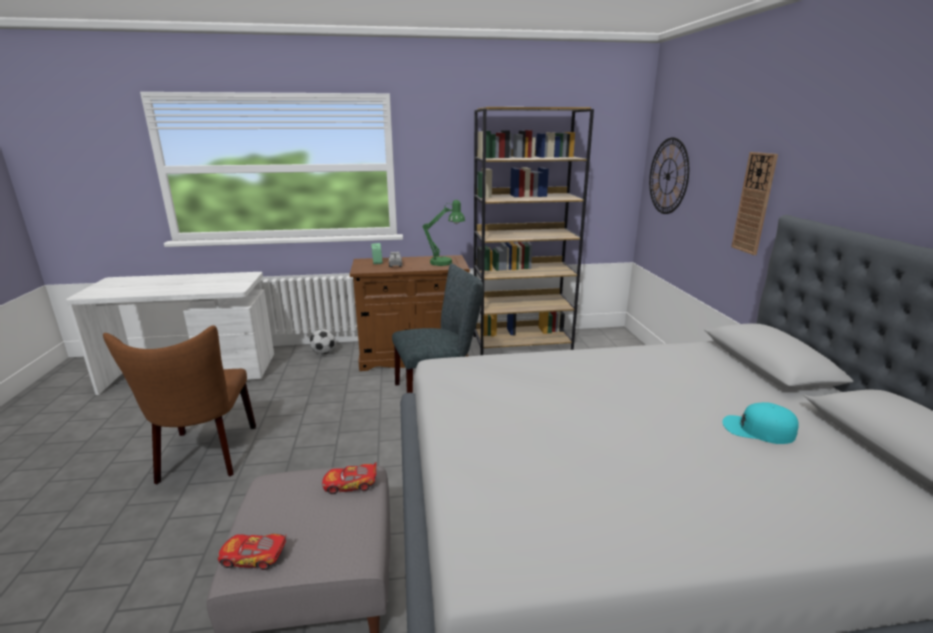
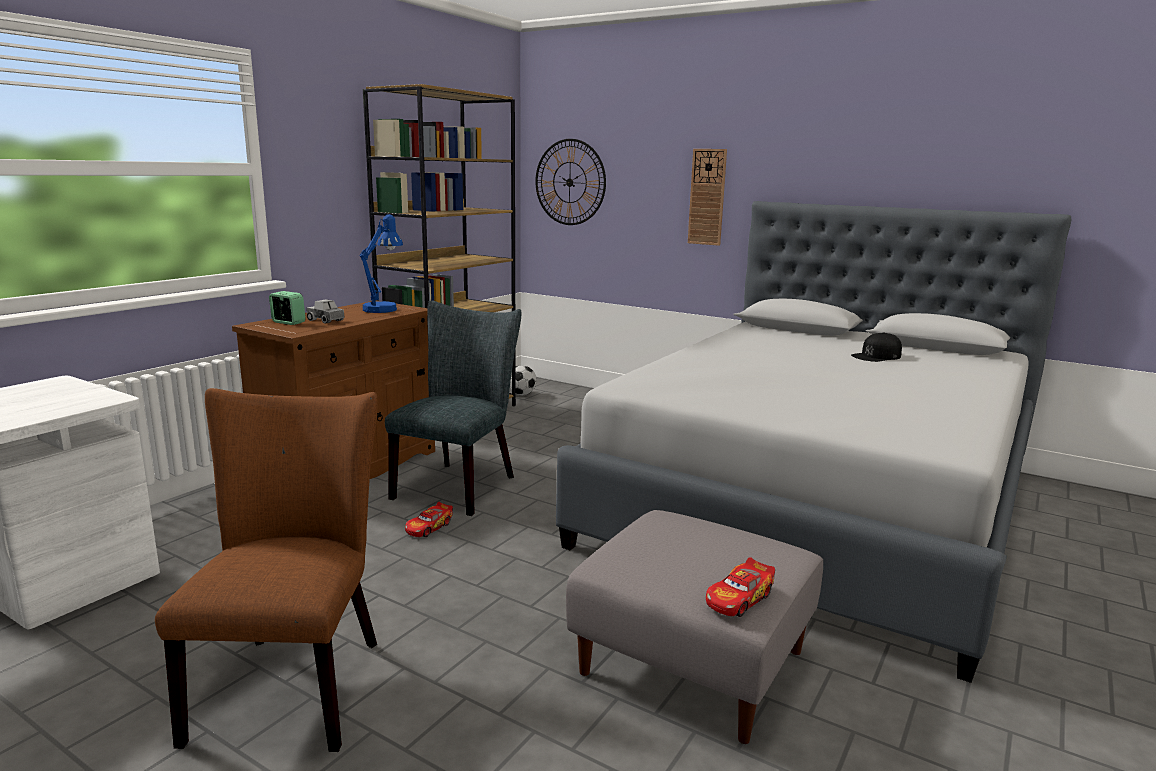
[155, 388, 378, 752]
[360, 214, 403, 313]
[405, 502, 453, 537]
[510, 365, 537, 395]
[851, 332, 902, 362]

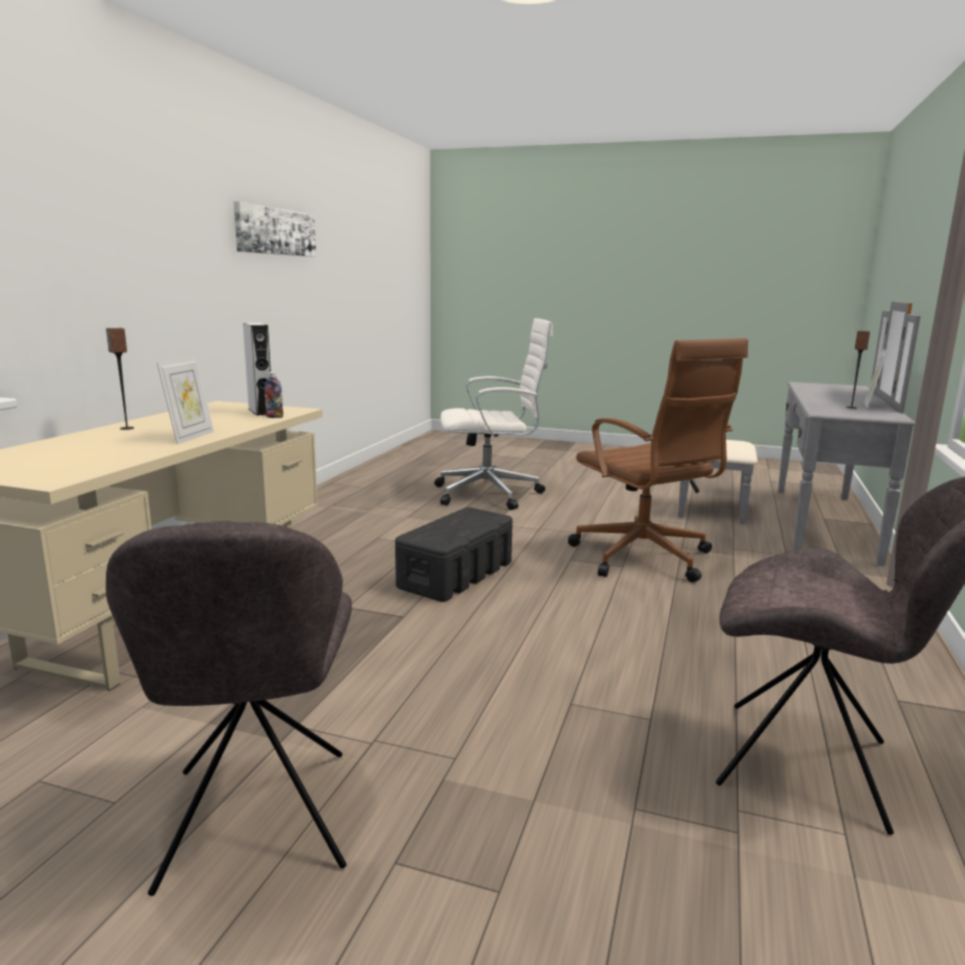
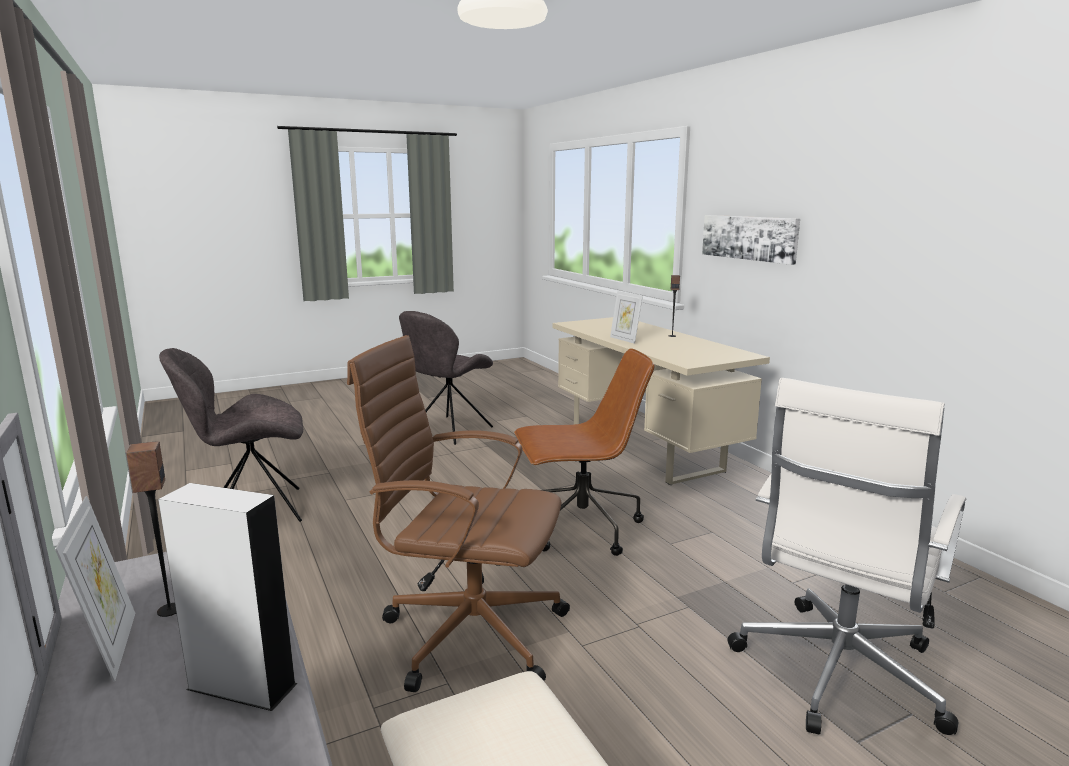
[158, 483, 298, 711]
[399, 311, 493, 445]
[514, 348, 655, 556]
[702, 215, 800, 265]
[264, 372, 283, 418] (first image)

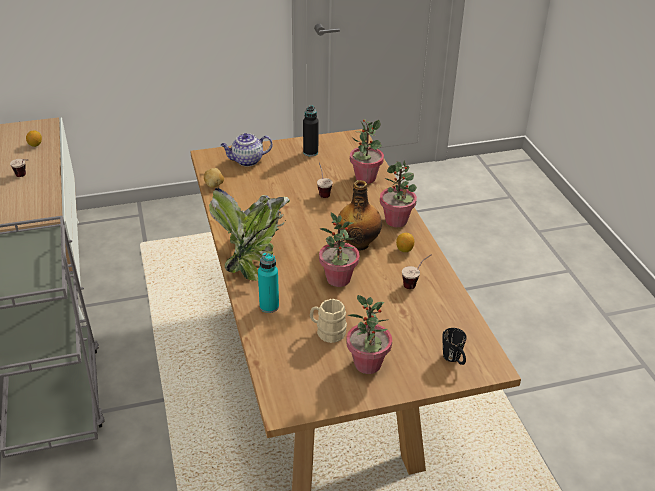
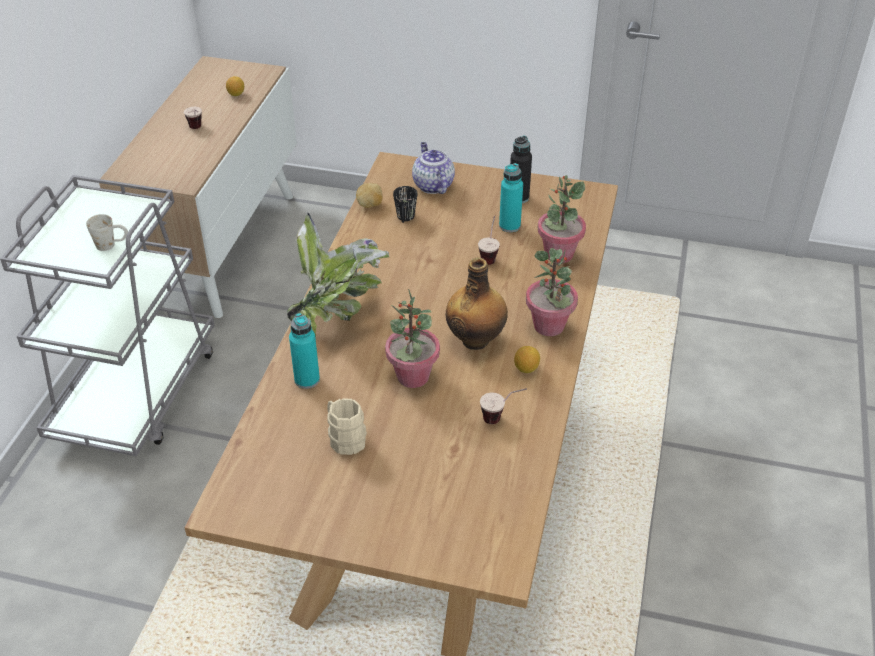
[86, 214, 128, 251]
[393, 186, 417, 223]
[412, 142, 455, 194]
[499, 163, 523, 232]
[346, 295, 392, 374] (first image)

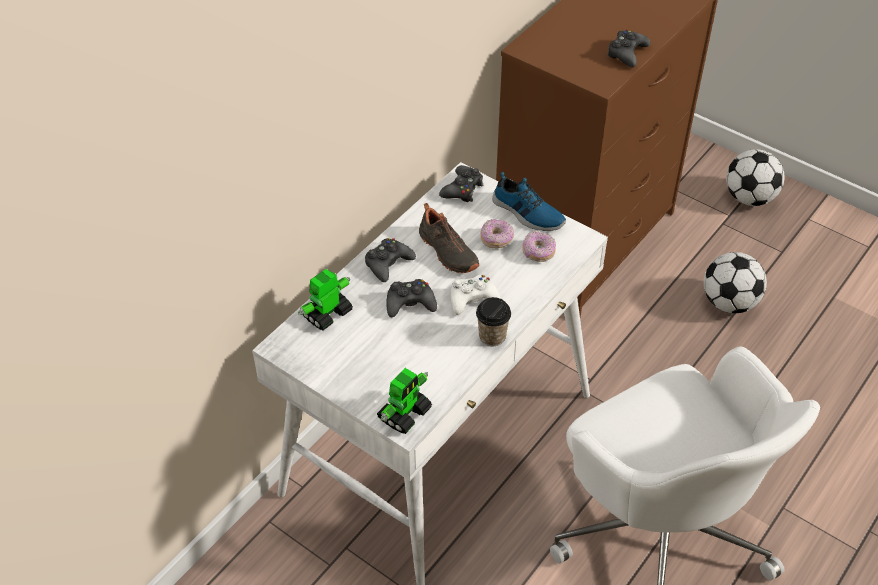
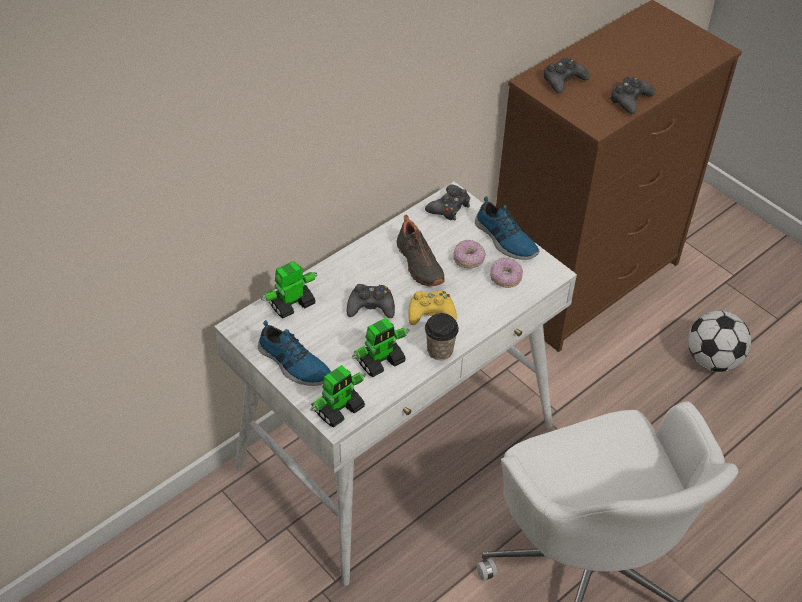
[258, 320, 331, 386]
[352, 318, 410, 377]
[408, 290, 457, 325]
[544, 57, 590, 93]
[726, 149, 785, 206] (first image)

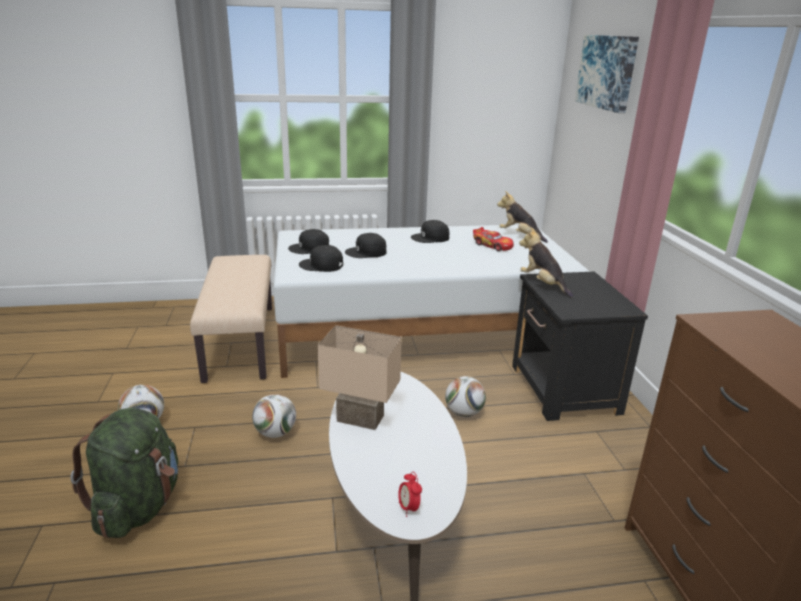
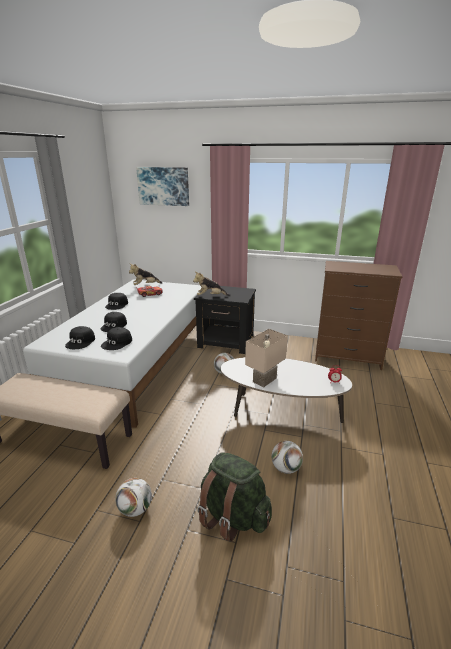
[271, 441, 303, 474]

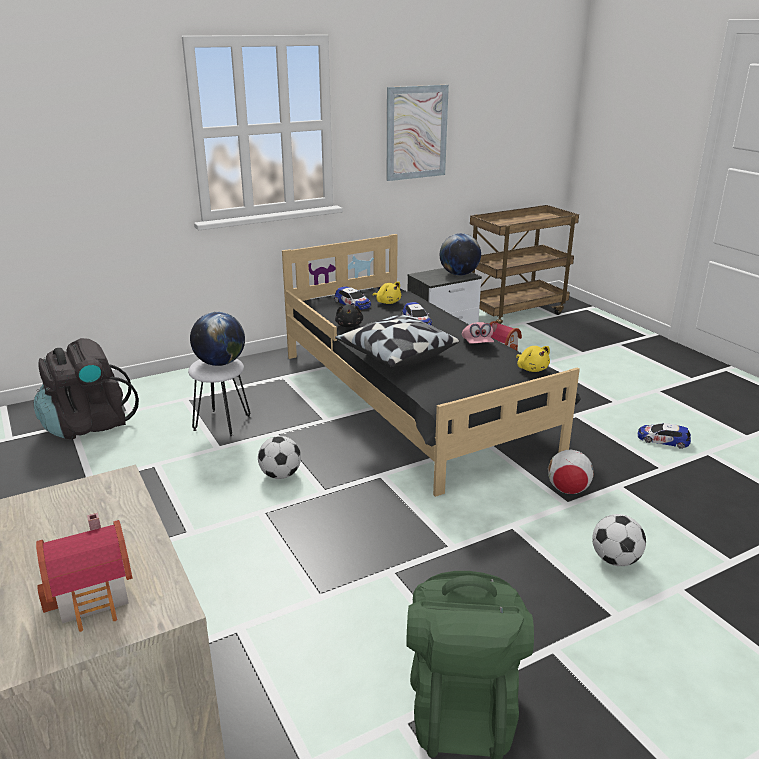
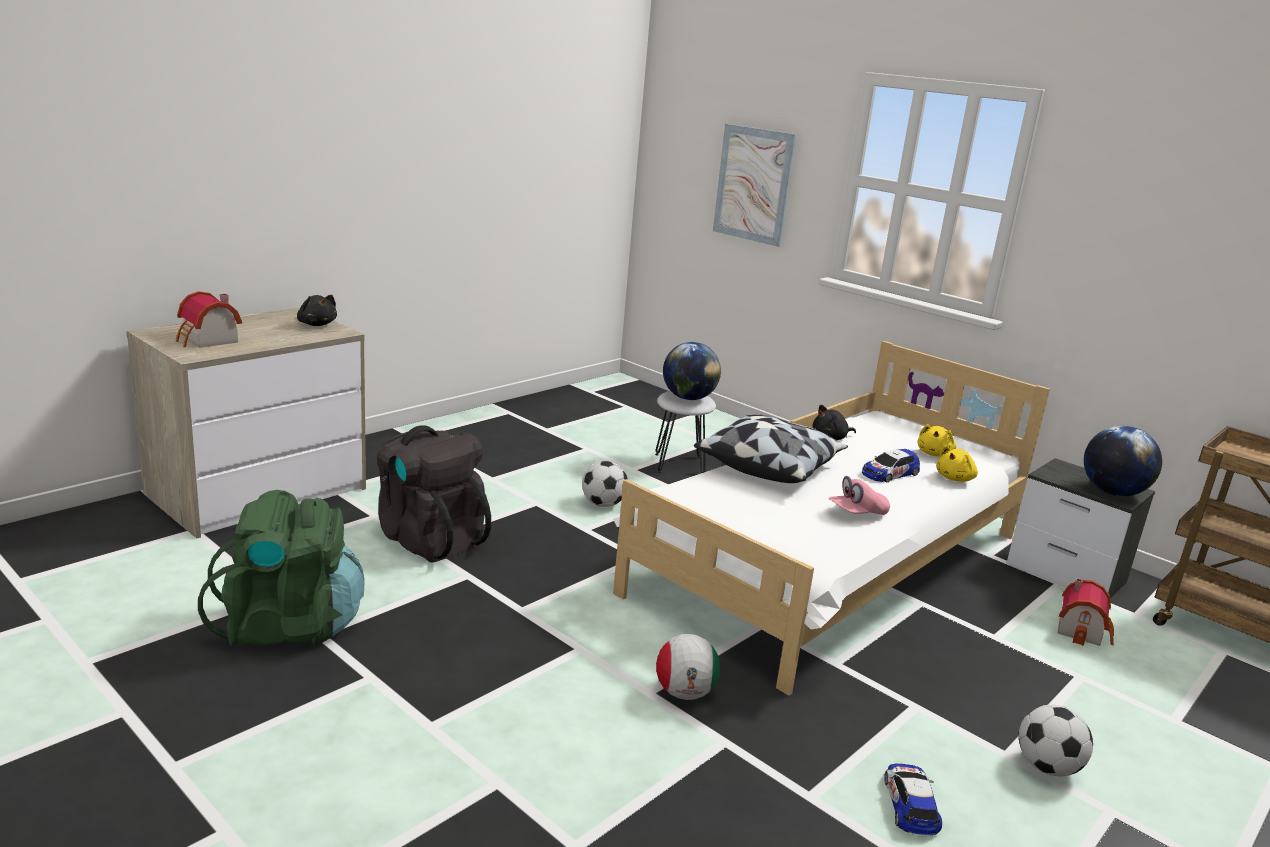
[297, 295, 337, 326]
[377, 425, 491, 563]
[613, 341, 1050, 696]
[713, 124, 797, 247]
[936, 445, 978, 482]
[1019, 705, 1093, 776]
[334, 286, 371, 310] (first image)

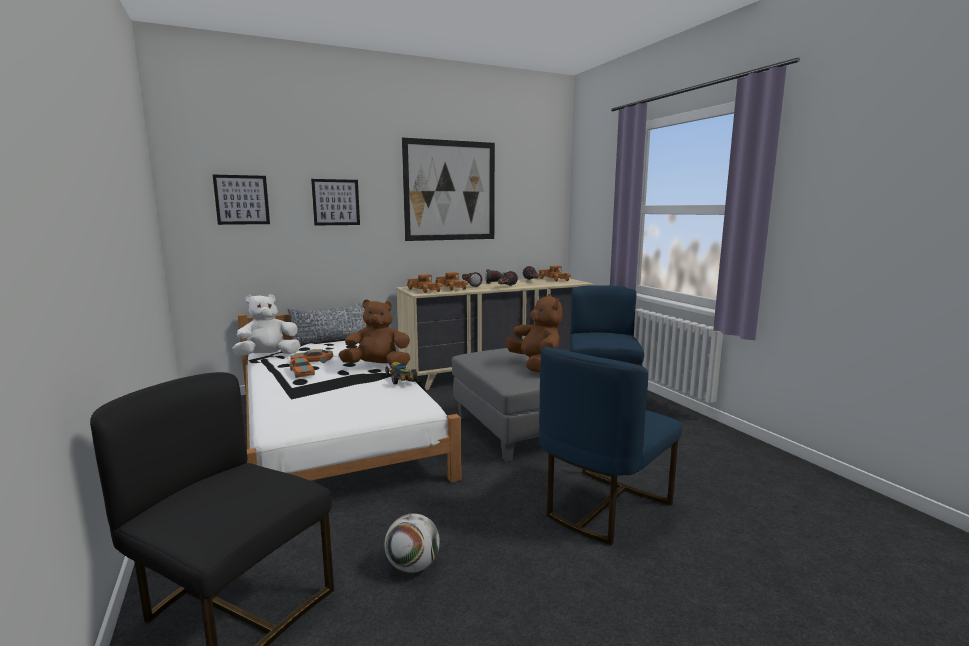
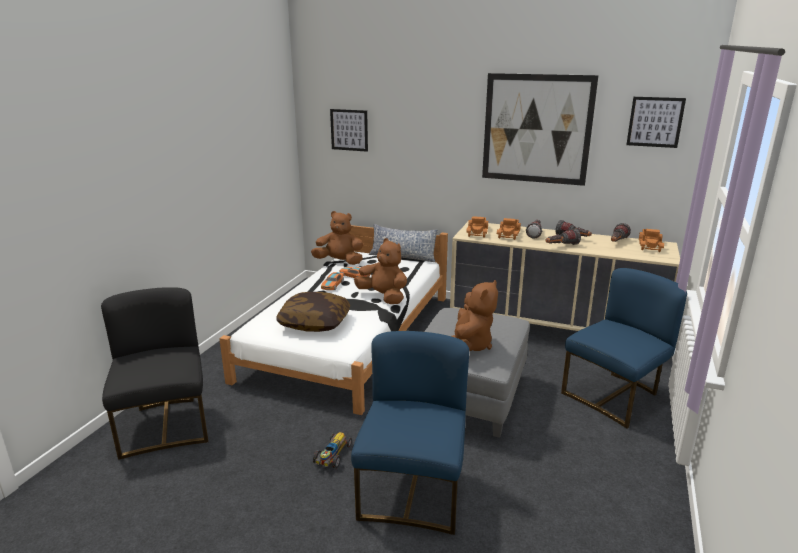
[276, 292, 350, 332]
[311, 211, 363, 265]
[313, 432, 352, 469]
[351, 331, 469, 535]
[626, 97, 686, 148]
[384, 513, 440, 573] (first image)

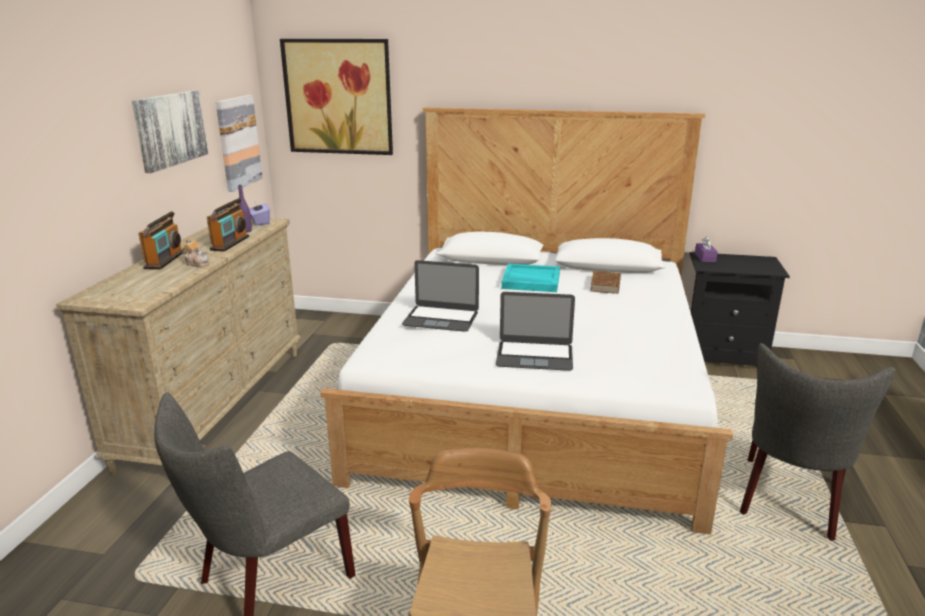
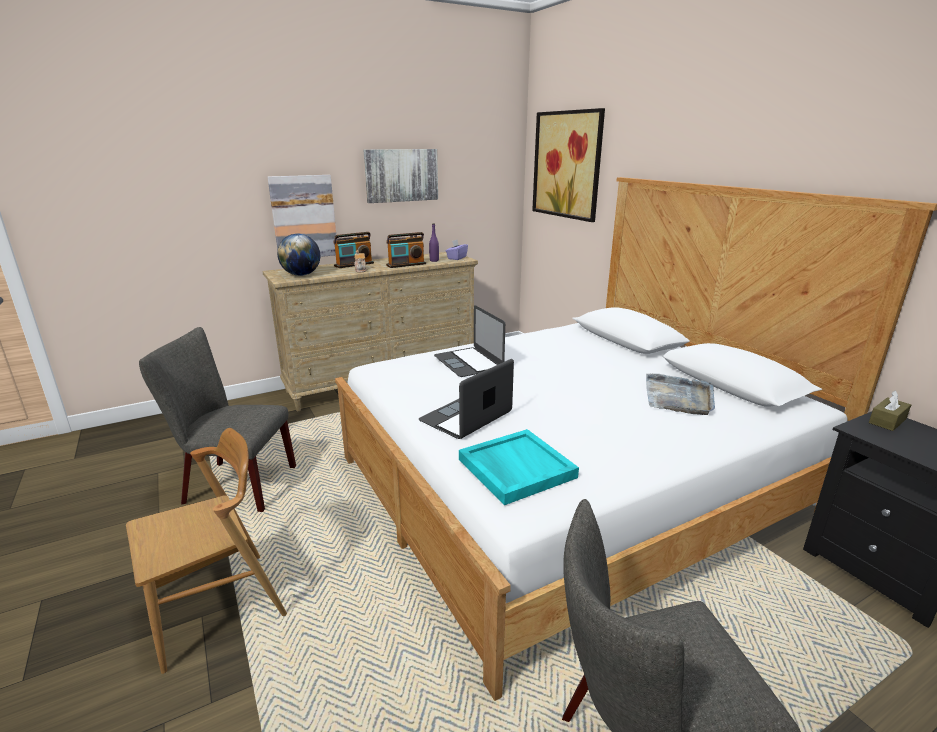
[268, 175, 337, 257]
[277, 234, 320, 276]
[419, 359, 514, 439]
[459, 429, 579, 505]
[646, 374, 715, 415]
[869, 390, 911, 431]

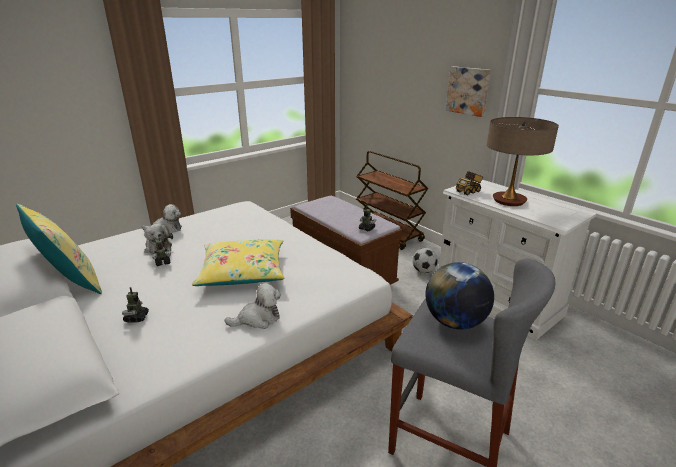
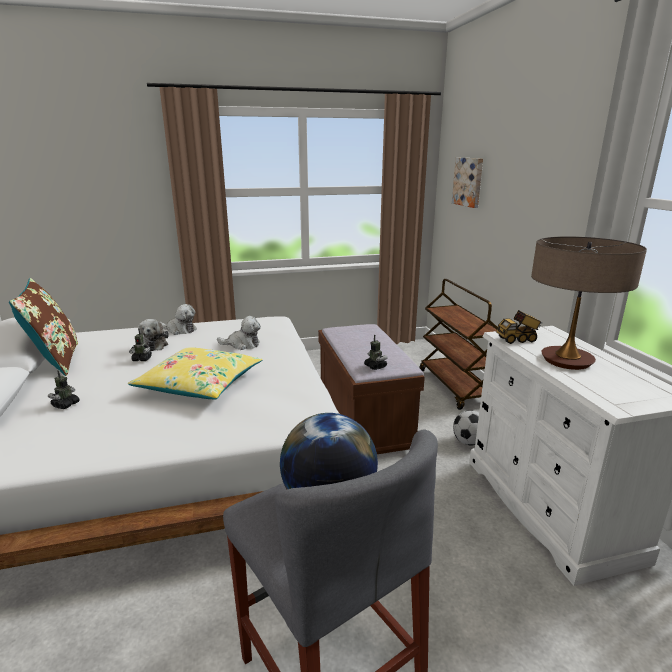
[9, 278, 78, 376]
[217, 316, 261, 350]
[452, 158, 483, 208]

